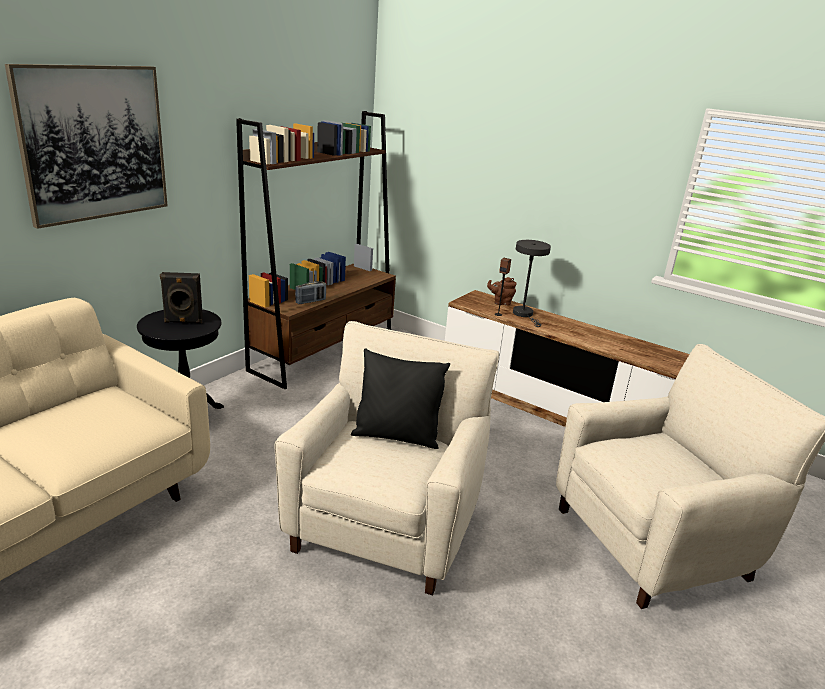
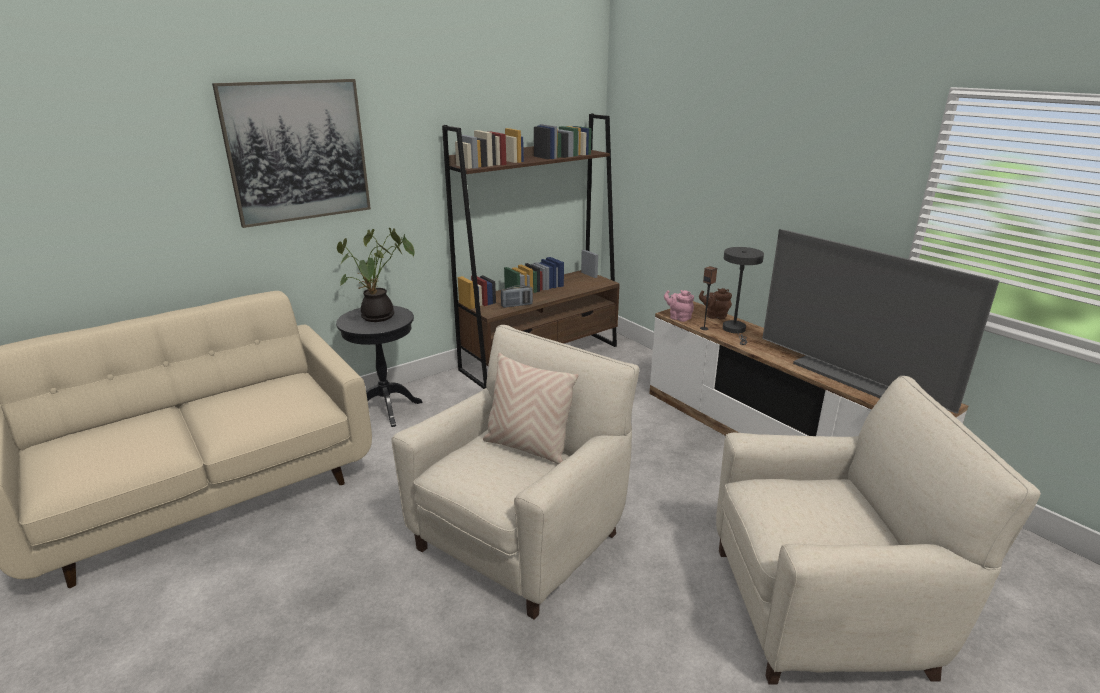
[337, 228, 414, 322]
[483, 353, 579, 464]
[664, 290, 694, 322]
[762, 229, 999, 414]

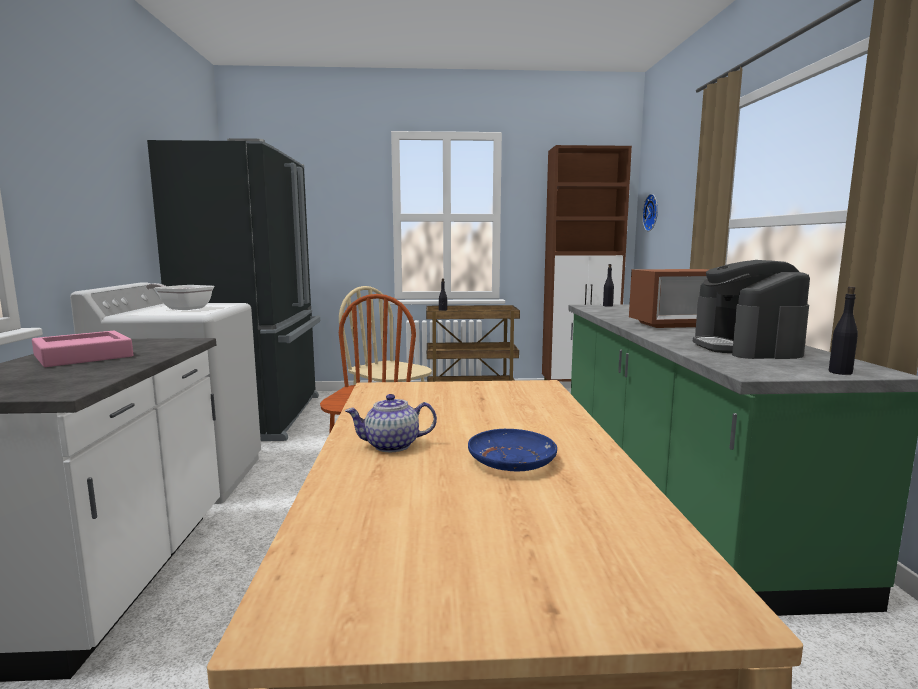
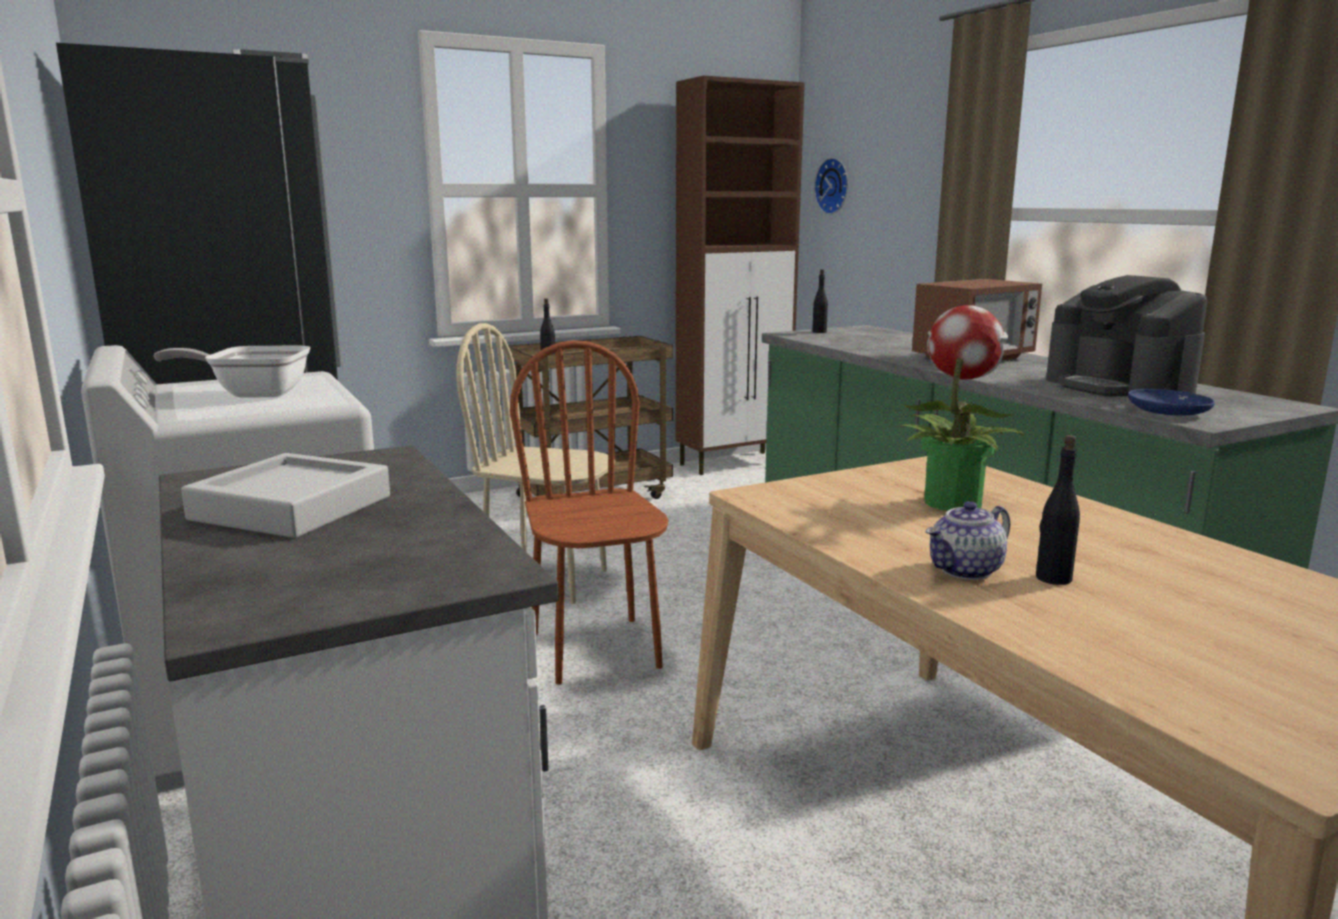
[181, 453, 390, 538]
[898, 305, 1025, 511]
[1036, 435, 1080, 585]
[1128, 389, 1215, 416]

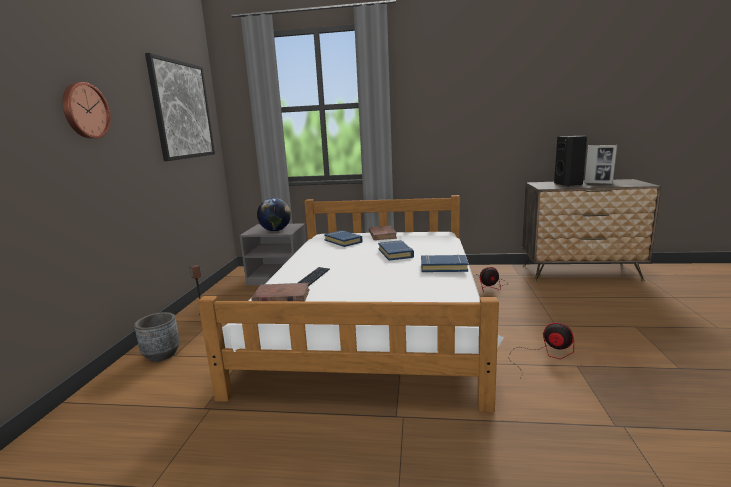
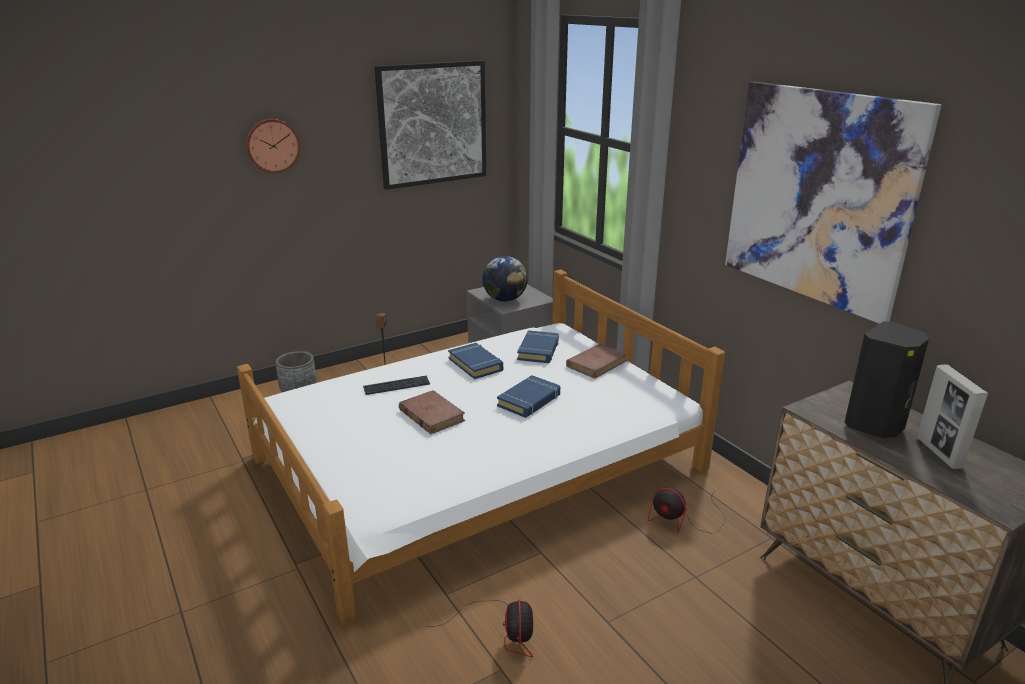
[399, 390, 465, 434]
[448, 343, 503, 379]
[725, 81, 941, 324]

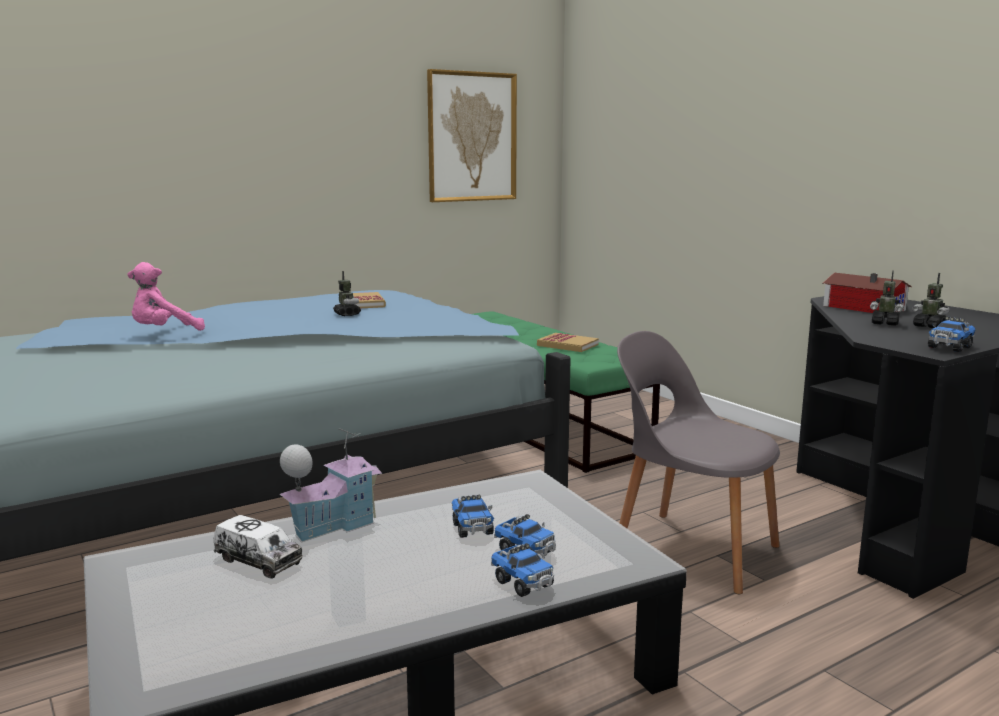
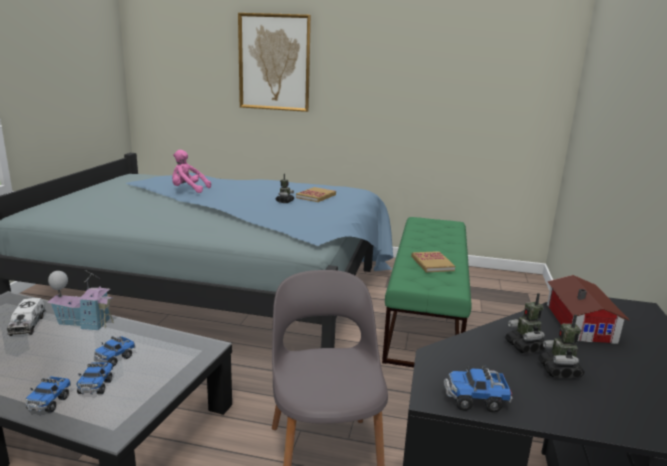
[238, 13, 311, 112]

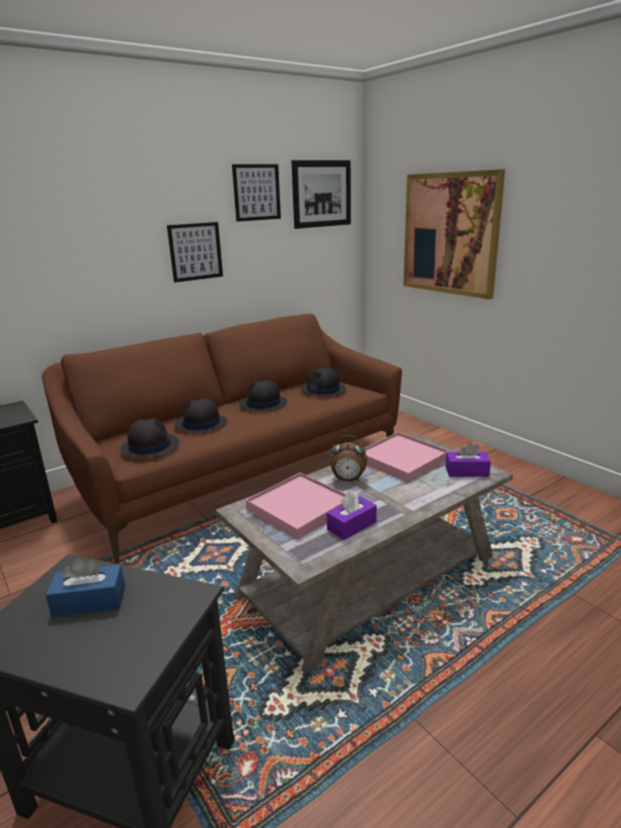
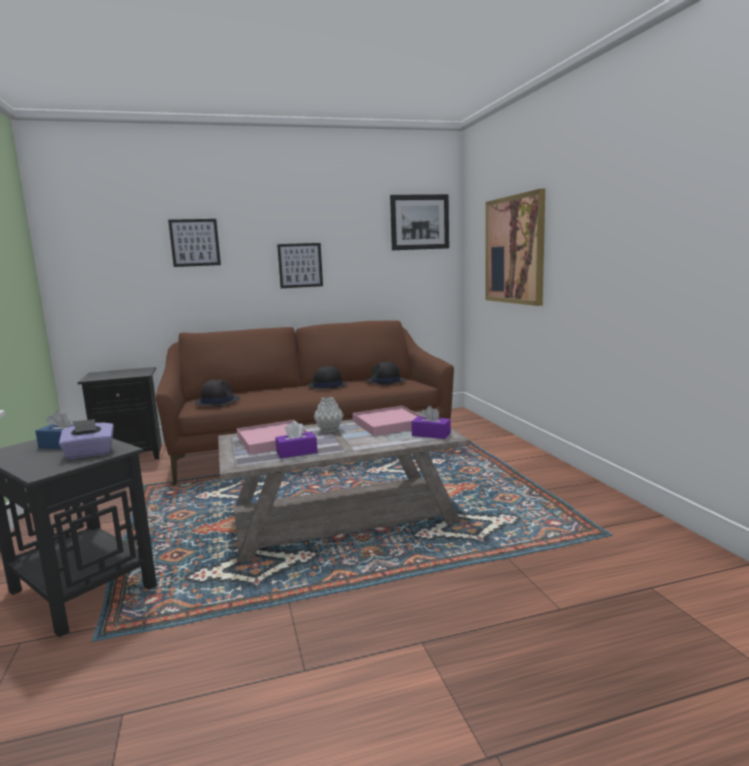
[59, 419, 114, 459]
[168, 219, 221, 267]
[314, 397, 344, 433]
[174, 398, 227, 433] (first image)

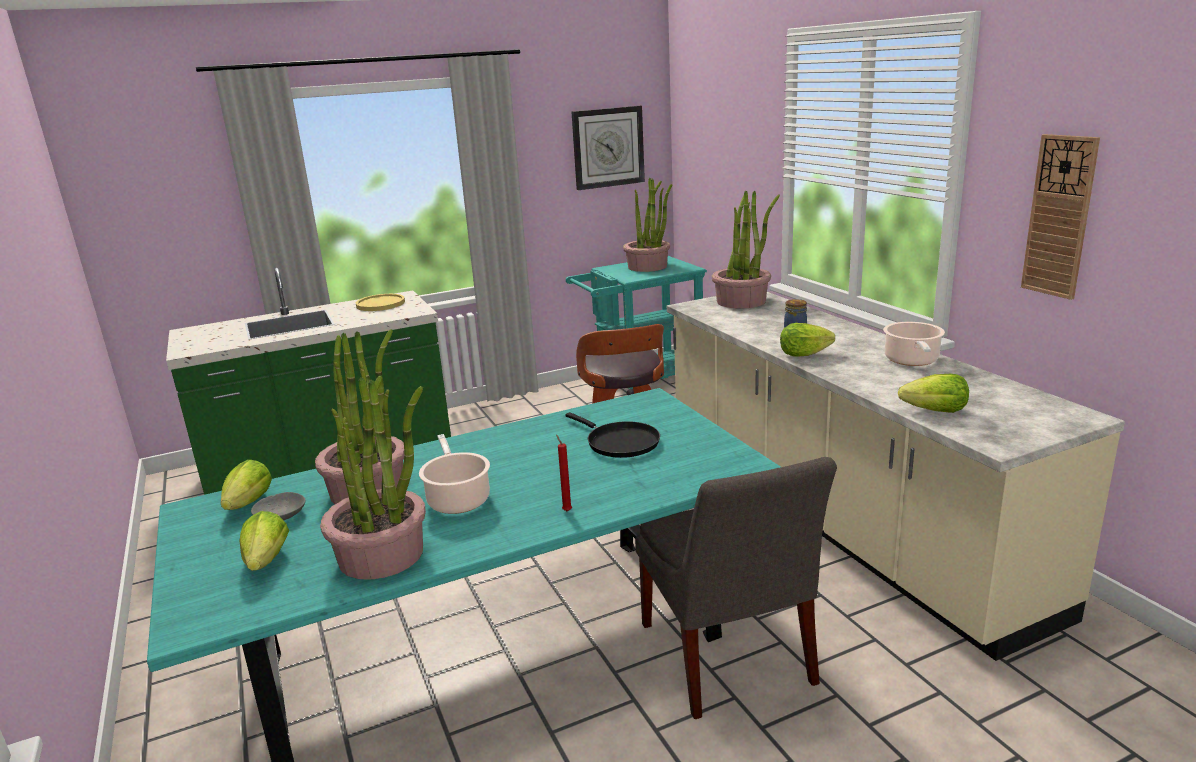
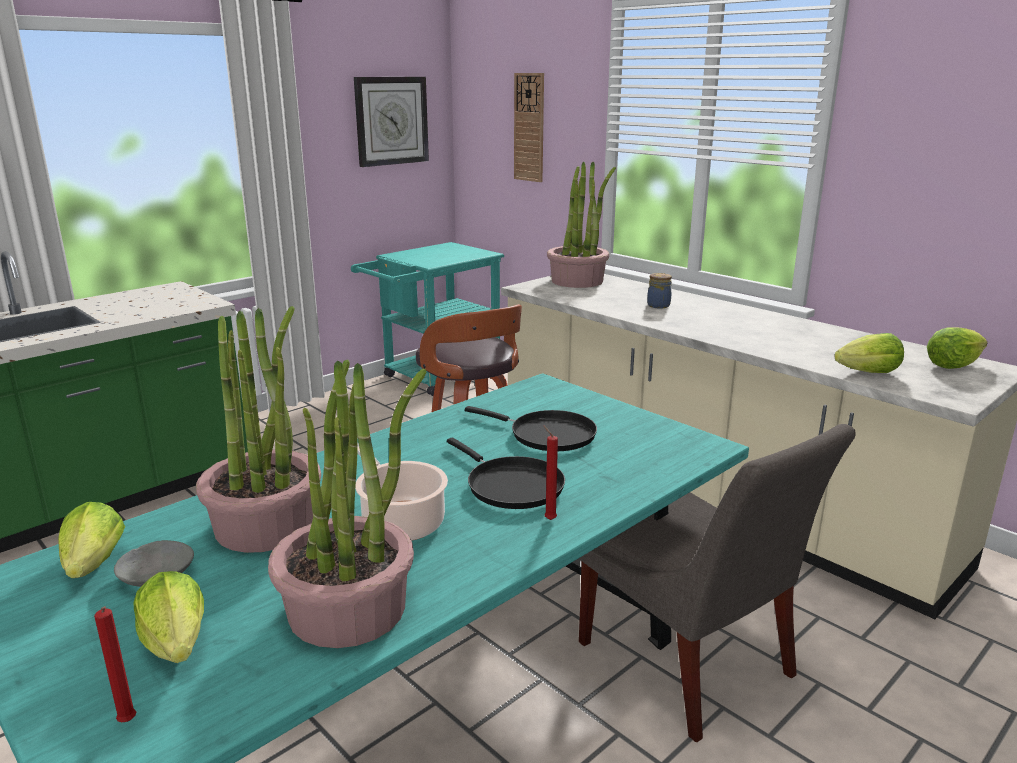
[94, 606, 136, 722]
[447, 437, 565, 509]
[514, 73, 544, 182]
[927, 327, 988, 369]
[356, 294, 405, 311] (first image)
[623, 178, 672, 272] (first image)
[883, 322, 945, 366] (first image)

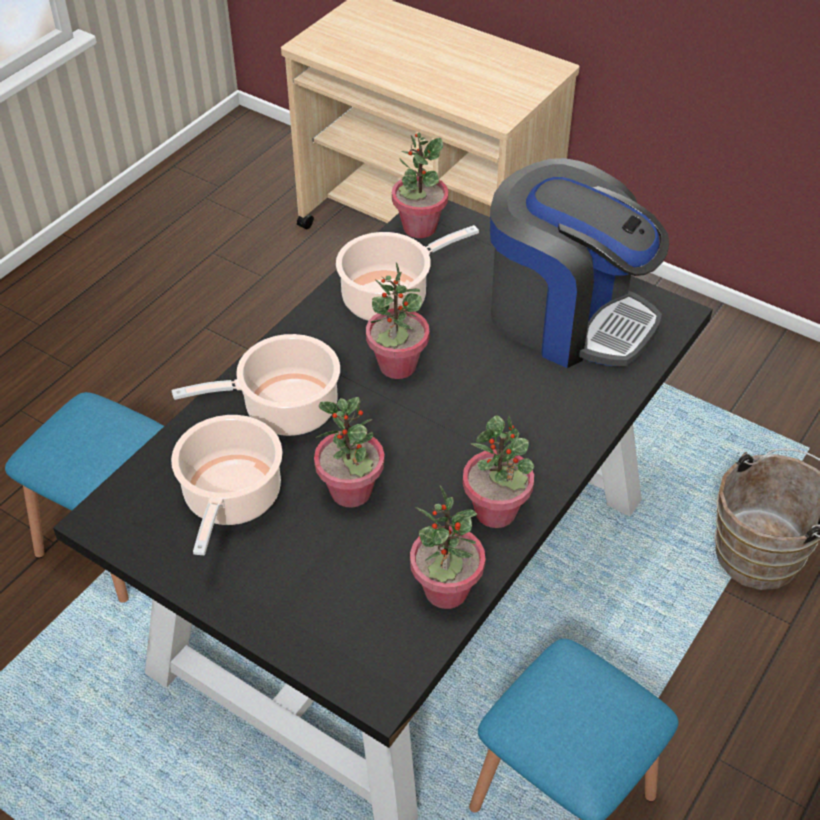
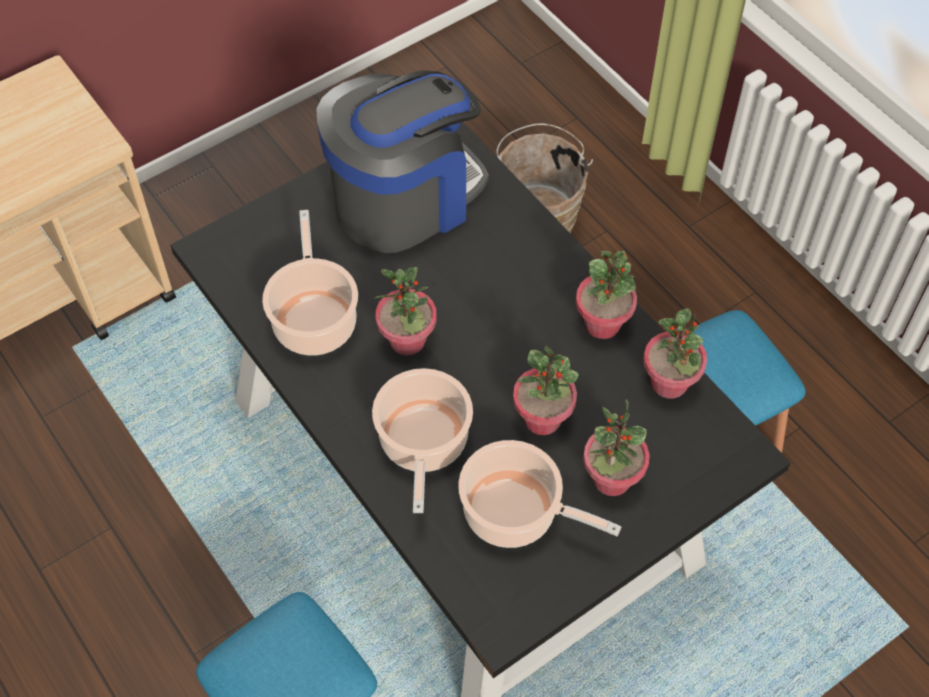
[583, 399, 650, 496]

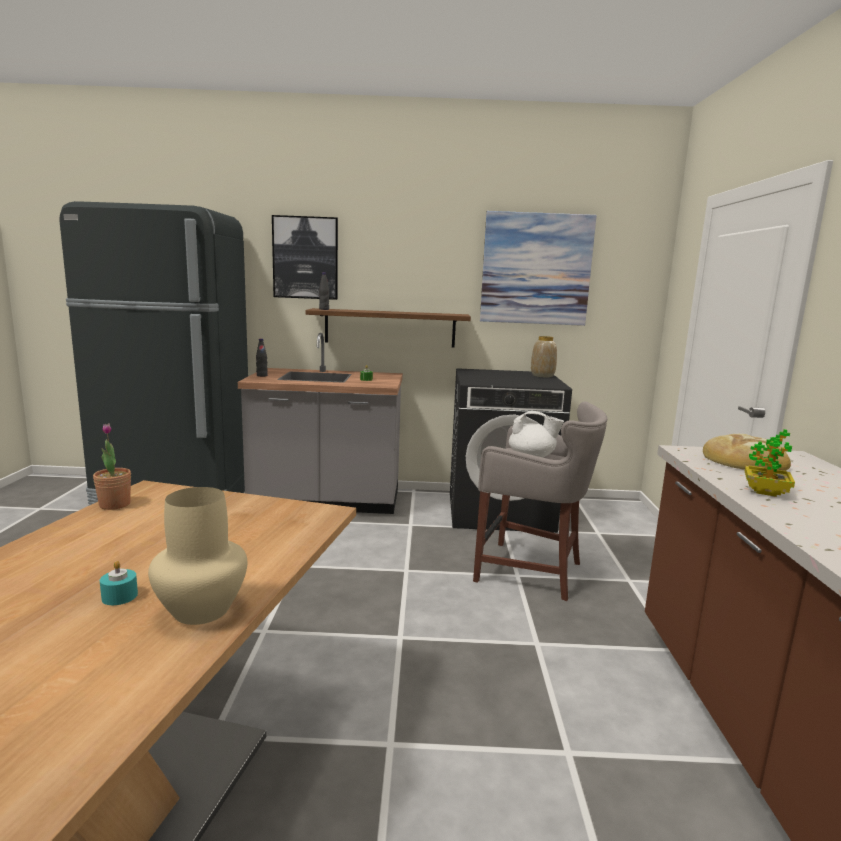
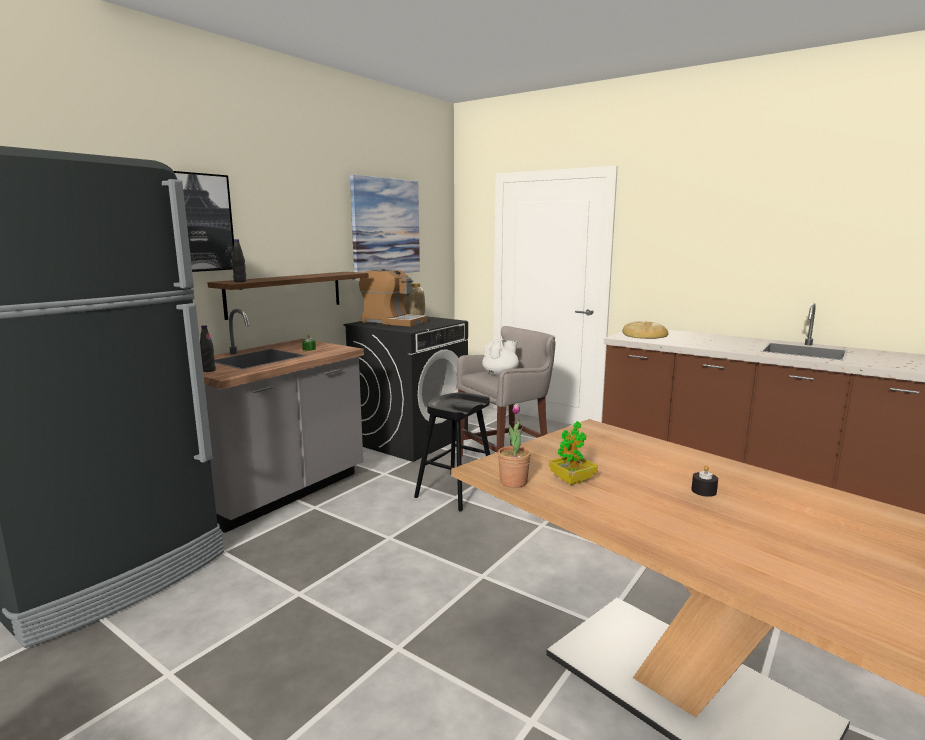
[359, 269, 427, 327]
[414, 392, 490, 512]
[549, 421, 598, 485]
[691, 465, 718, 497]
[148, 487, 247, 625] (first image)

